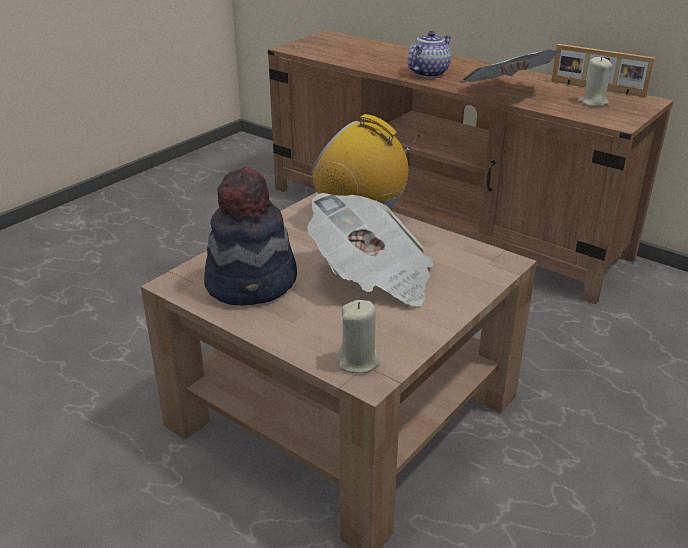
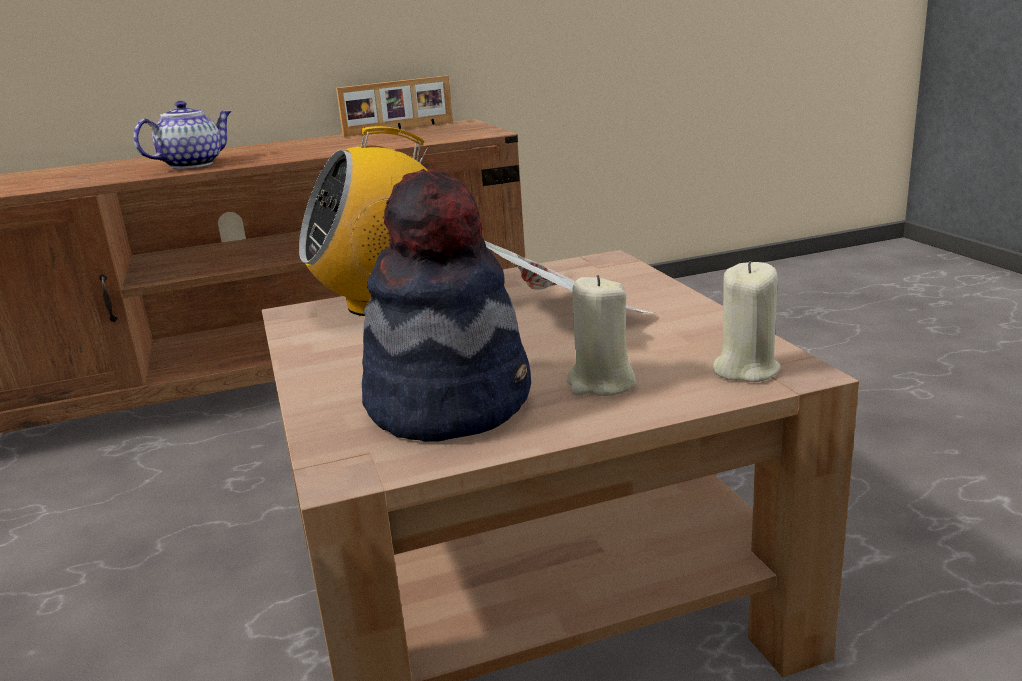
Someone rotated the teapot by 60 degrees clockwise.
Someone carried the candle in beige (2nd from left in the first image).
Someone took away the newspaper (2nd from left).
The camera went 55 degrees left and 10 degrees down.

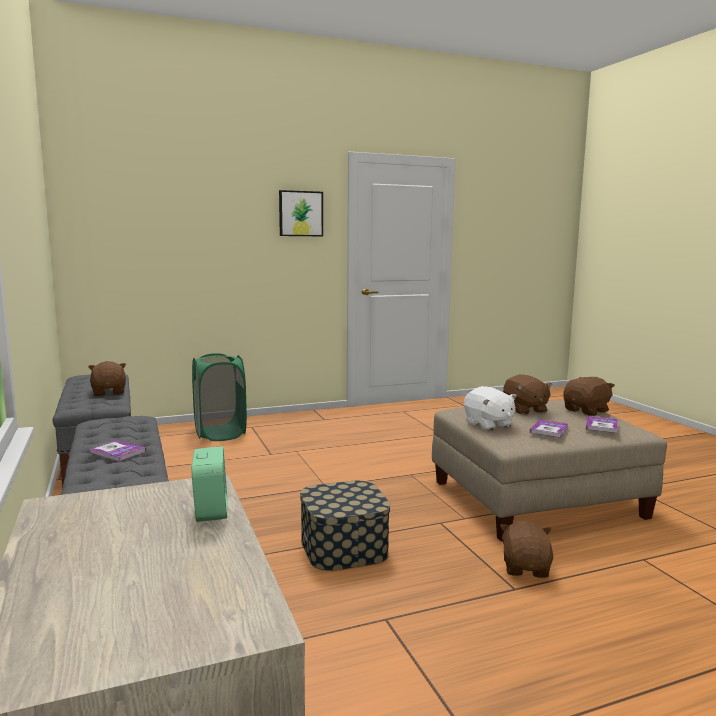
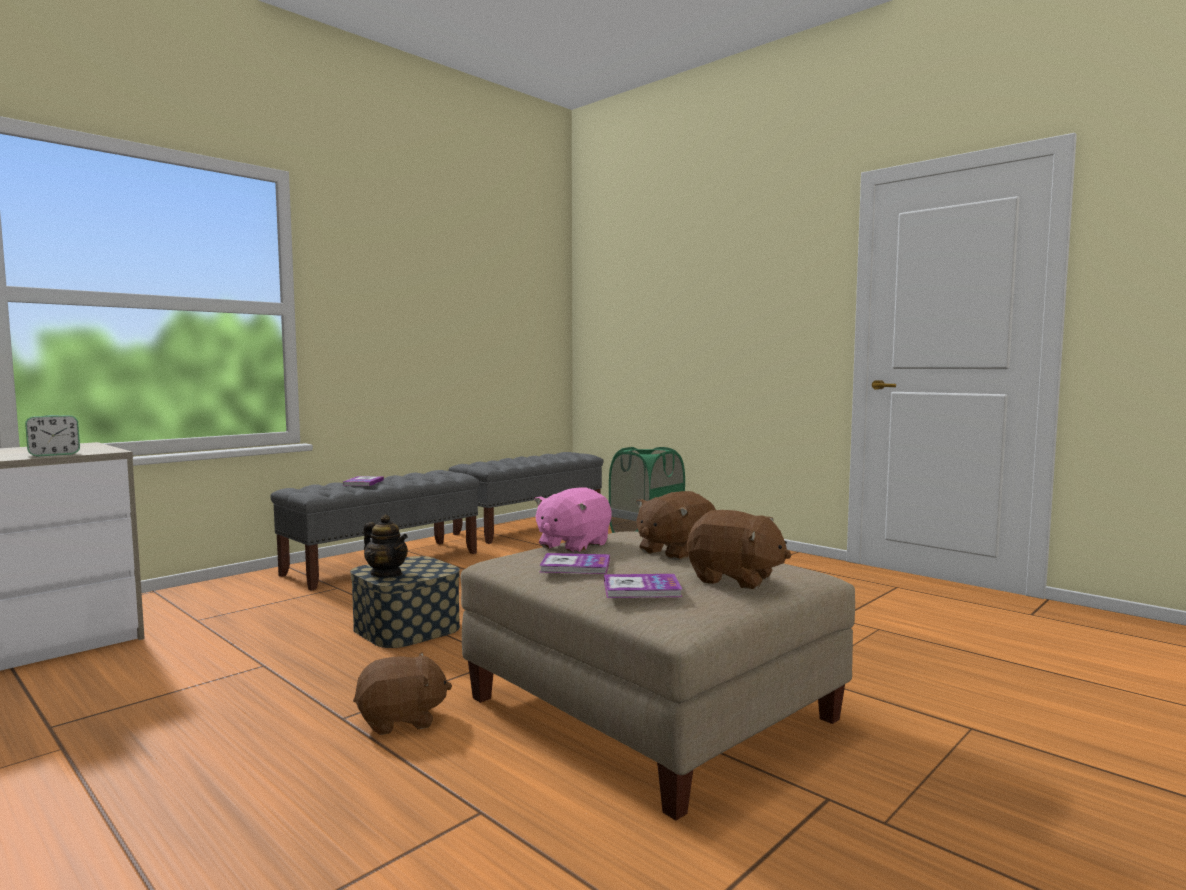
Someone put down the teapot.
Someone repainted the plush toy in white, which became the plush toy in pink.
Someone took away the plush toy in brown (1st from left).
Someone took away the picture.
The camera went 65 degrees right and 5 degrees down.

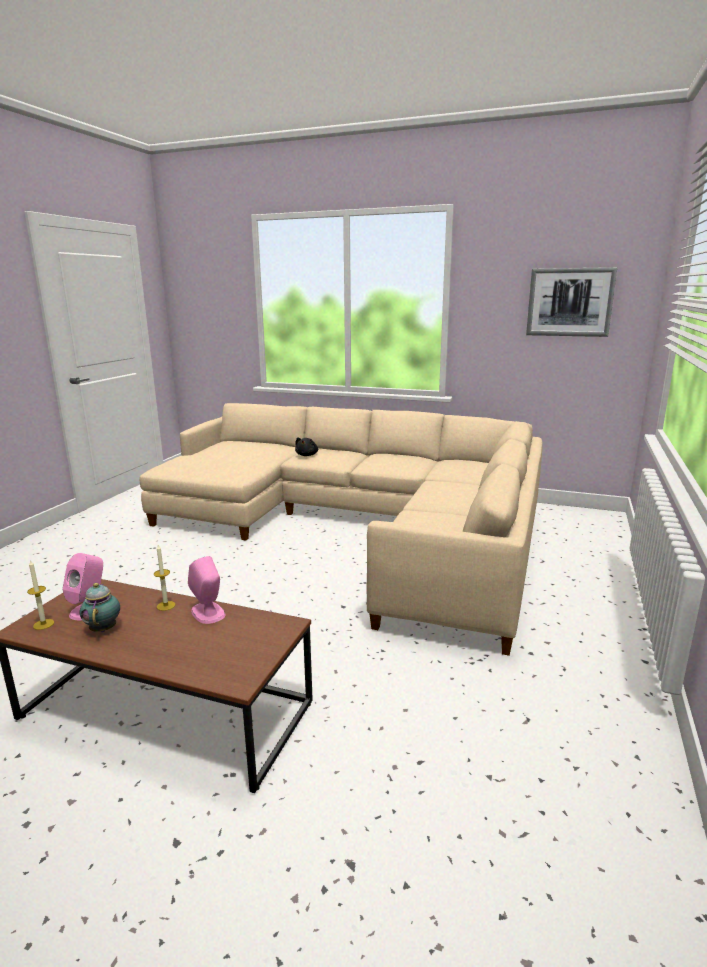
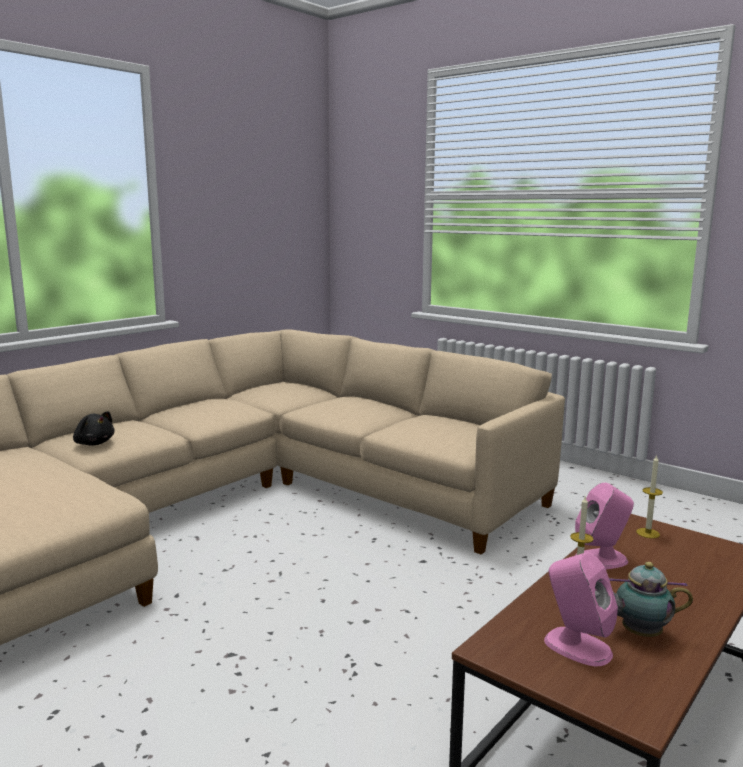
Someone carried the candle (1st from left in the first image).
Someone took away the picture.
The camera went 70 degrees left and 5 degrees down.

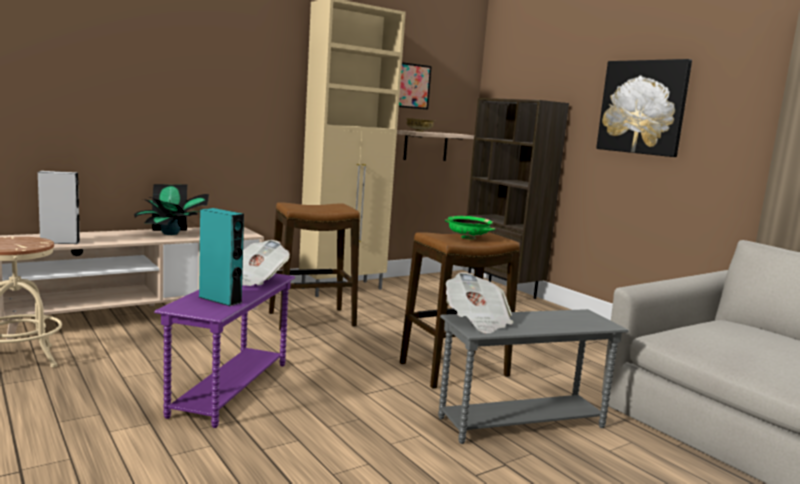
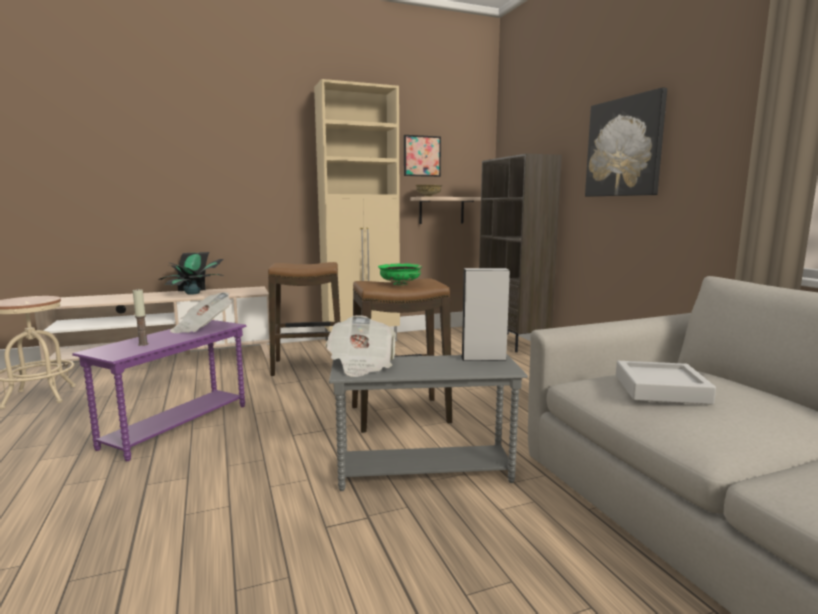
Someone swapped the speaker in turquoise for the candle.
Someone carried the speaker in grey.
Someone put down the tray in grey.
The camera went 15 degrees right and 0 degrees up.

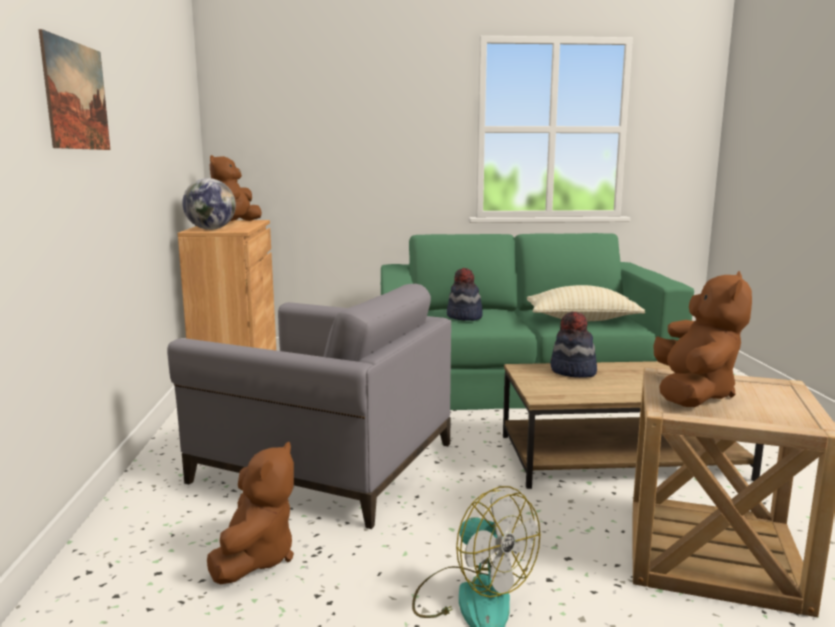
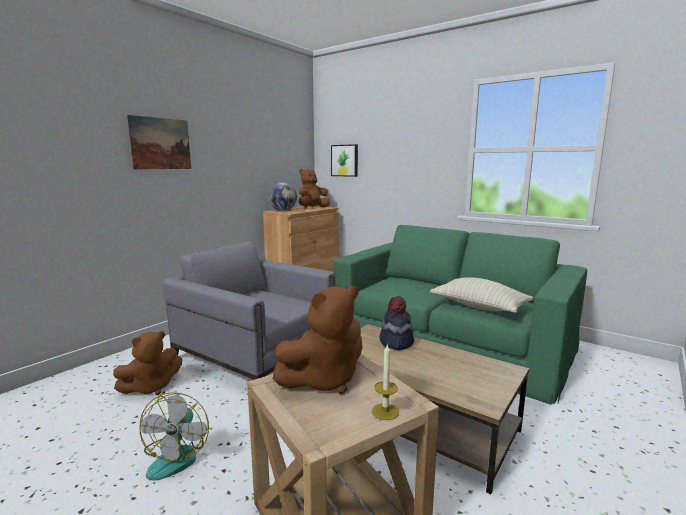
Someone rotated the armchair in grey by 150 degrees clockwise.
Someone put up the picture (2nd from left).
Someone put down the candle.
Someone took away the hat (1st from left).
The camera went 40 degrees right and 0 degrees up.

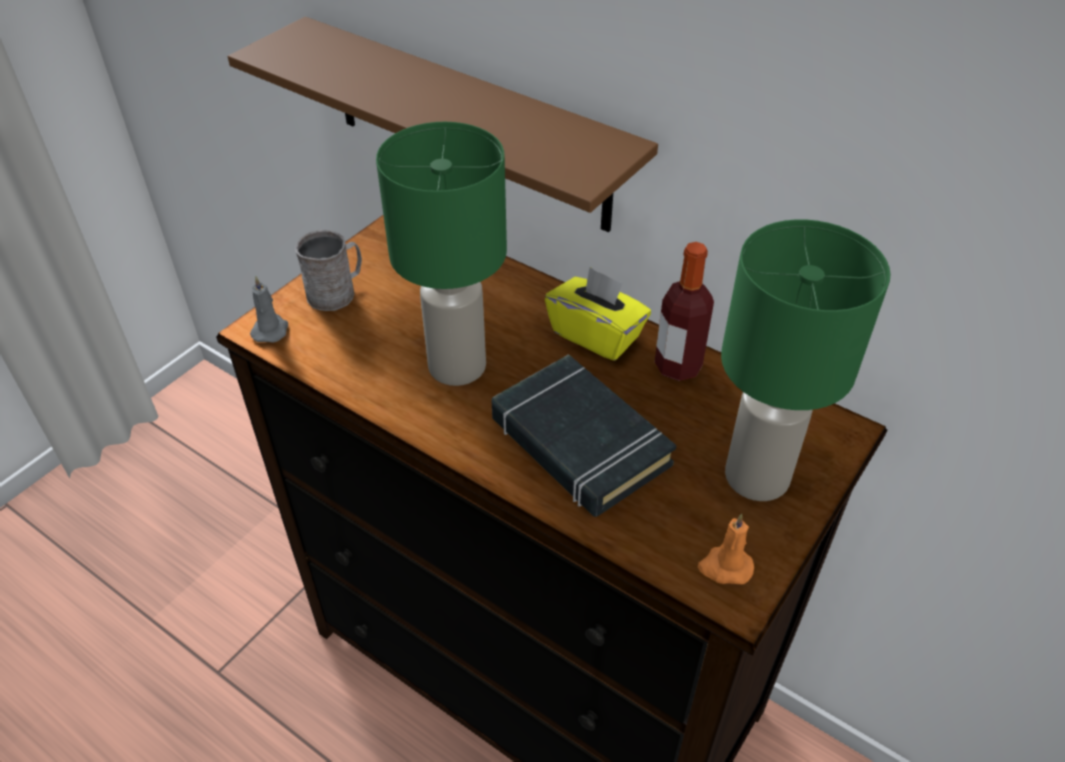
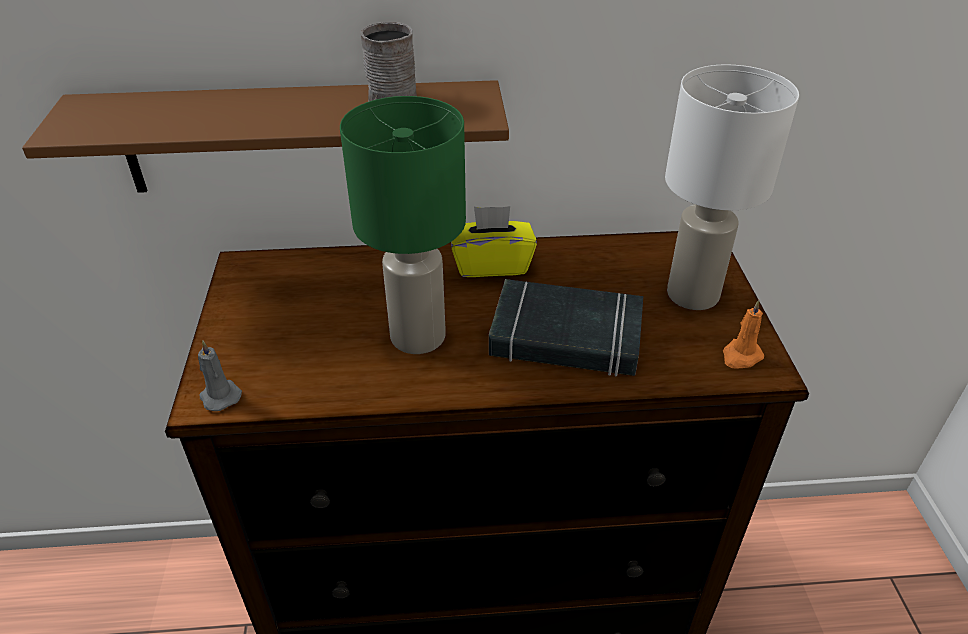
Someone carried the mug in grey.
Someone repainted the table lamp in green (2nd from left), which became the table lamp in white.
Someone took away the bottle.
The camera went 40 degrees left and 5 degrees down.

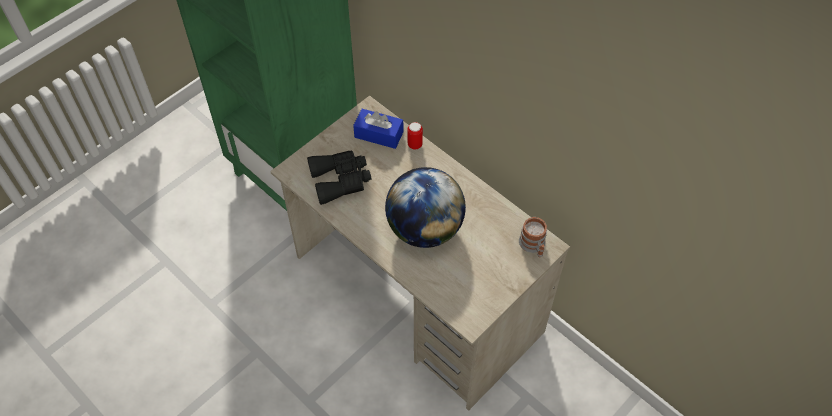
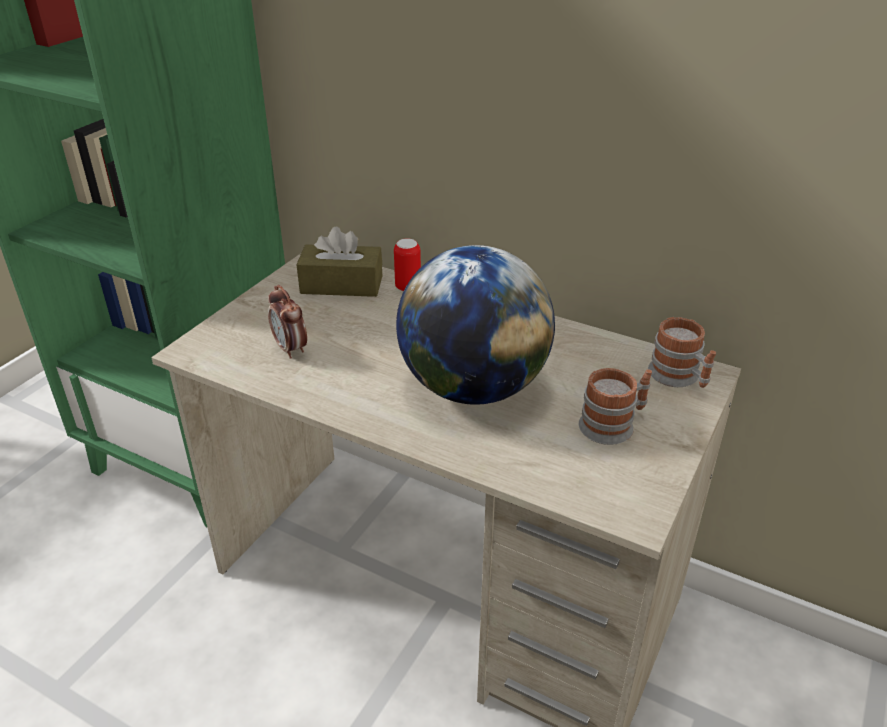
Someone swapped the binoculars in black for the alarm clock.
Someone repainted the tissue box in blue, which became the tissue box in brown.
Someone put down the mug (1st from left).
The camera went 15 degrees left and 20 degrees down.

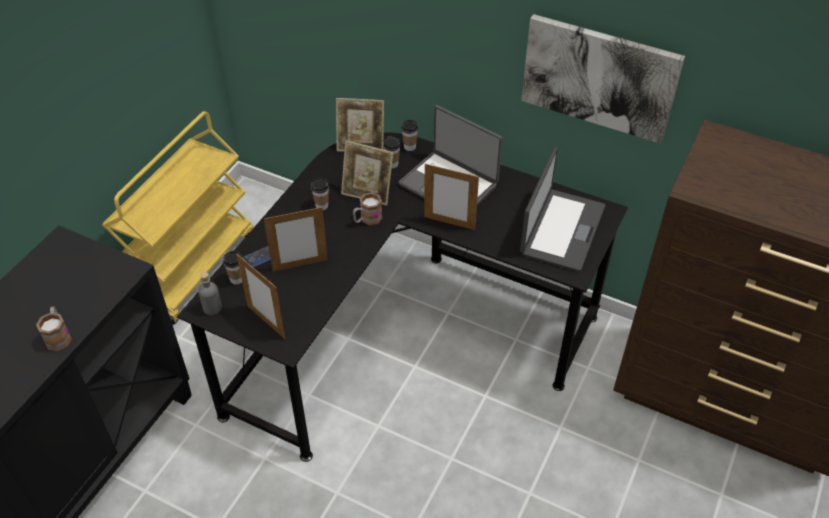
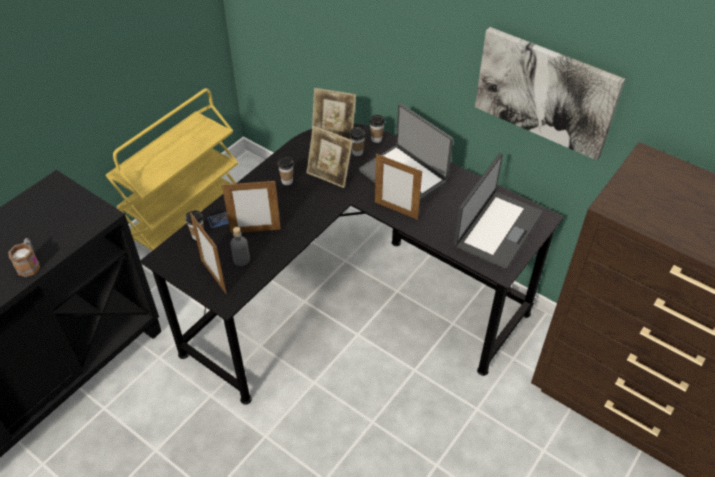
Someone carried the bottle in grey.
Someone took away the mug (2nd from left).
The camera went 10 degrees right and 0 degrees up.

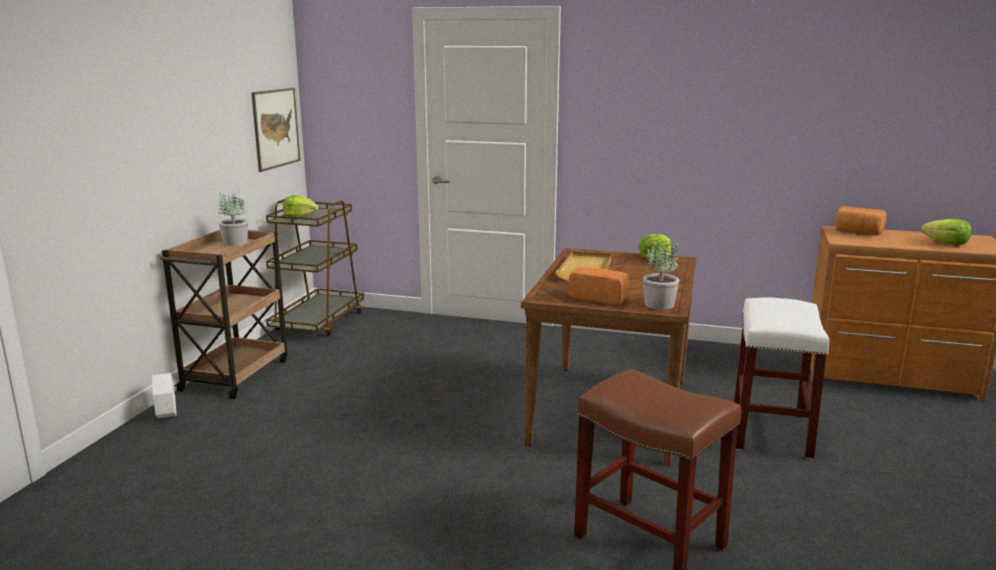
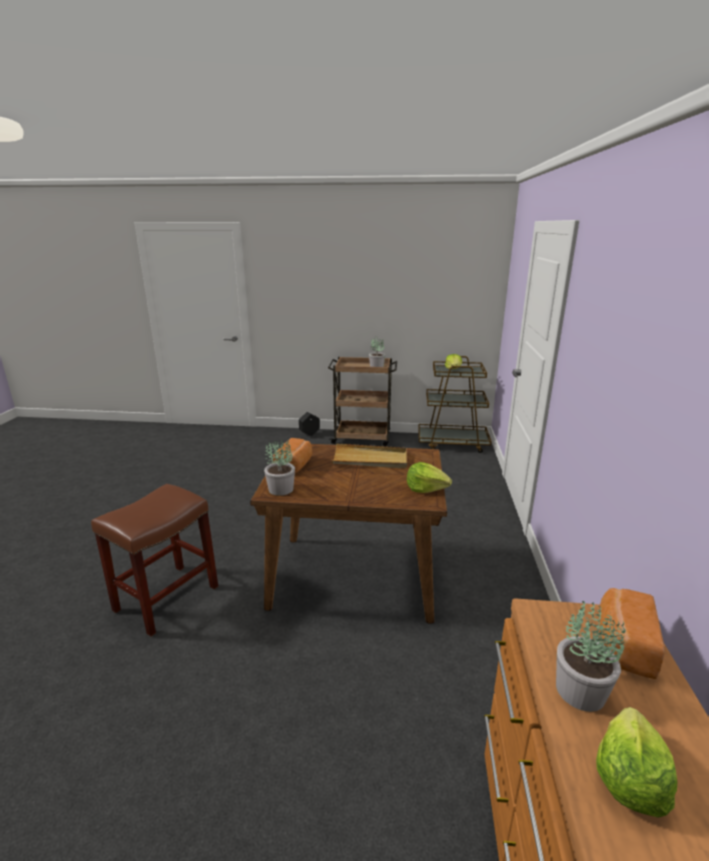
Someone repainted the planter in white, which became the planter in black.
Someone put down the potted plant (3rd from left).
Someone took away the picture.
Someone took away the stool in white.
The camera went 80 degrees right and 5 degrees up.

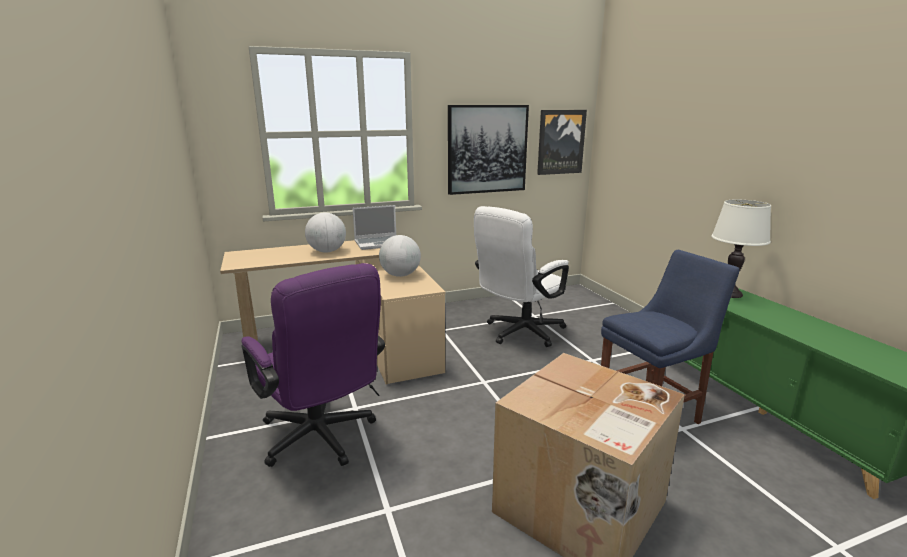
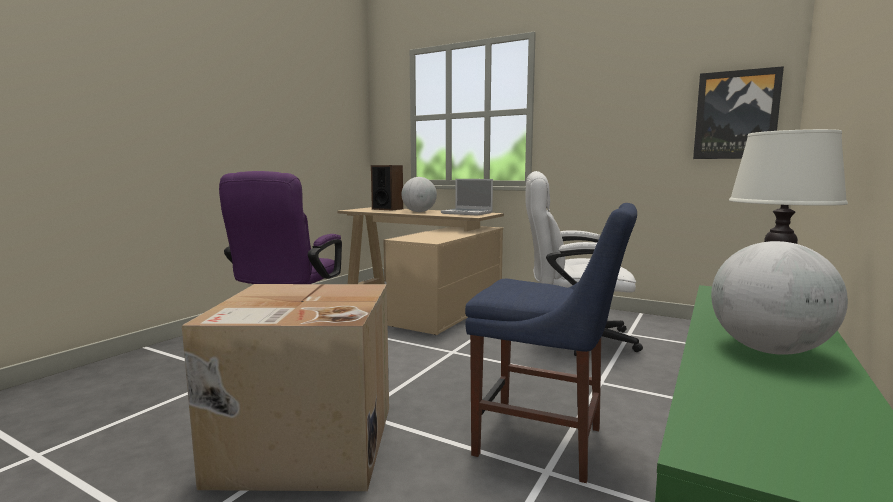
Someone put down the speaker.
Someone carried the globe (2nd from left).
Someone took away the picture (1st from left).
The camera went 50 degrees right and 10 degrees down.

